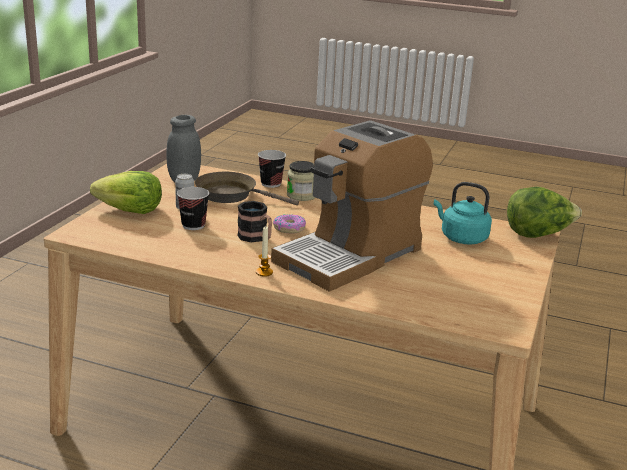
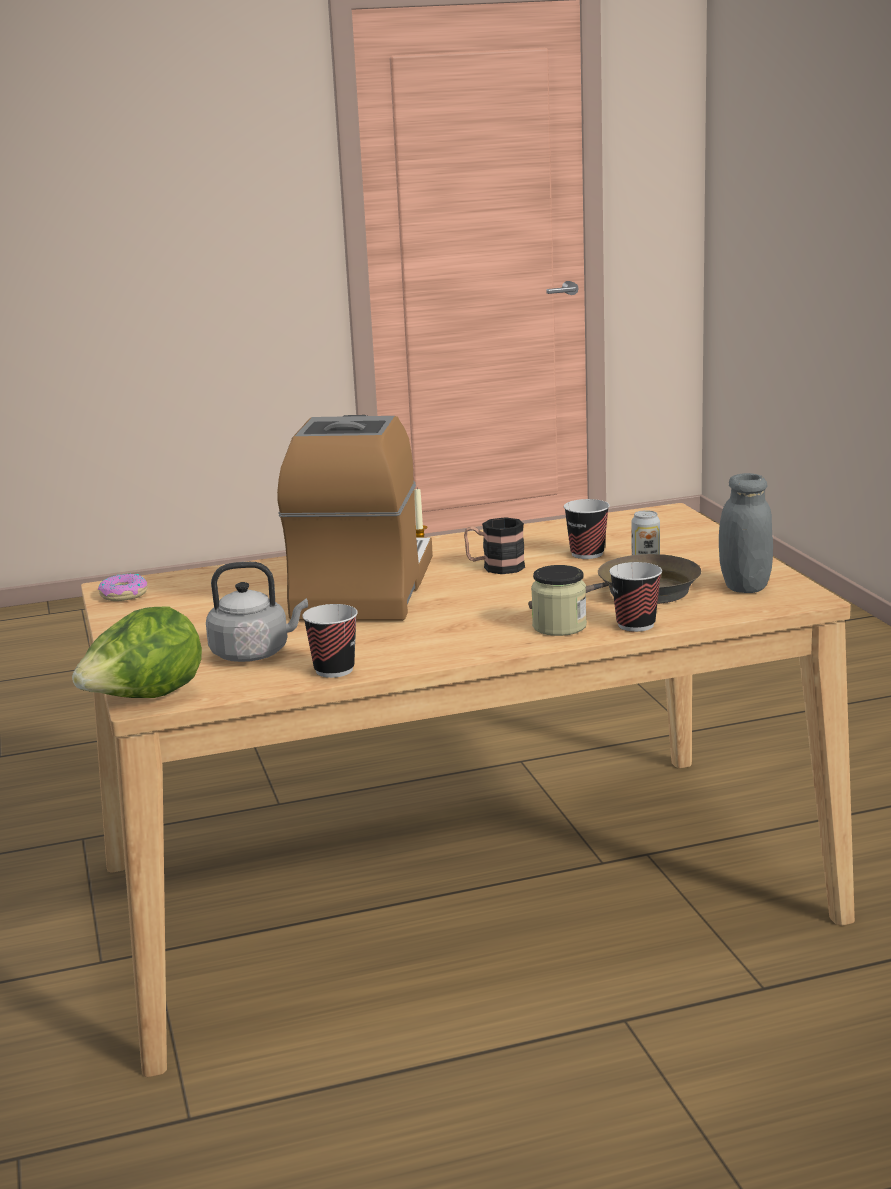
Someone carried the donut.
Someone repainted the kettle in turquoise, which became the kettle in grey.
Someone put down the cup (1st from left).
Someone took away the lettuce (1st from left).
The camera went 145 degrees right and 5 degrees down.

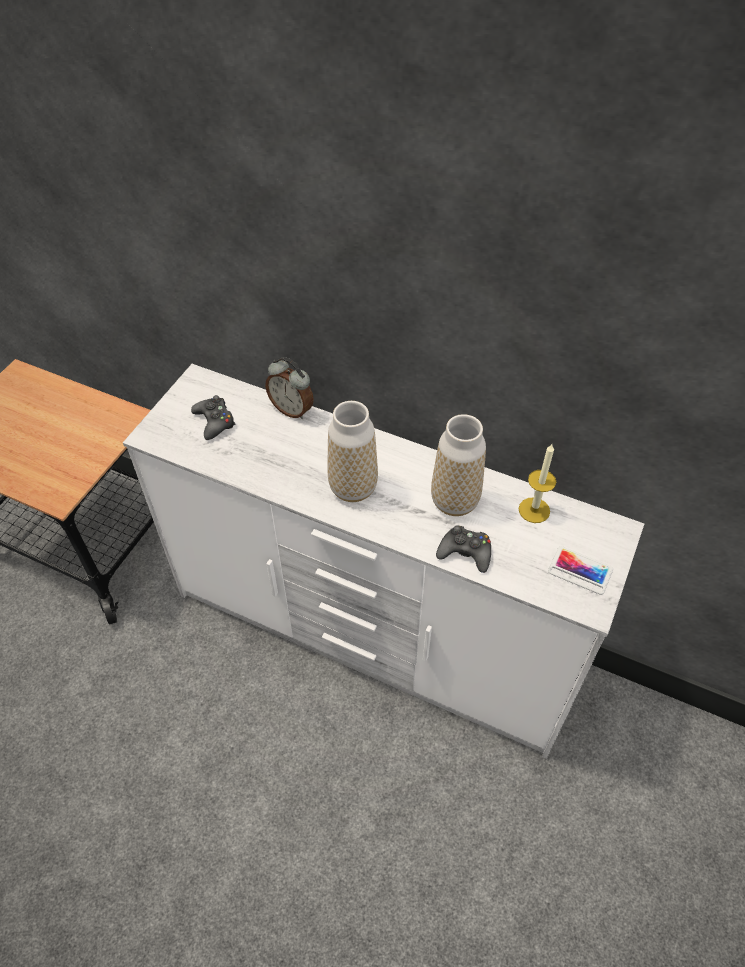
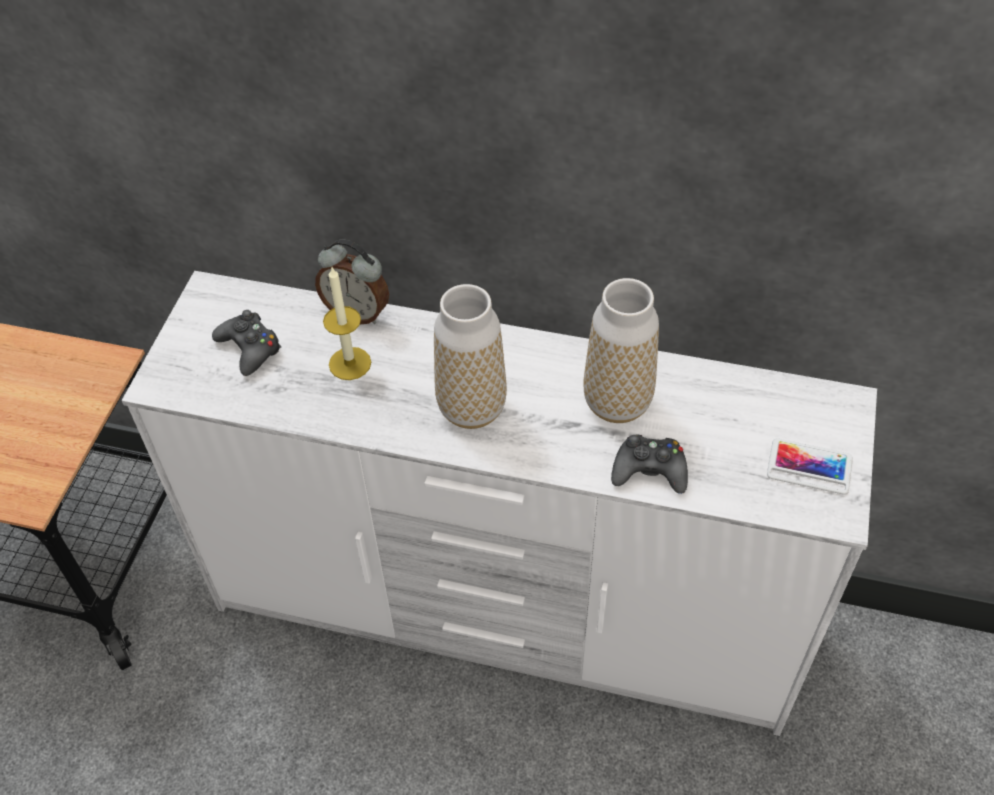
Someone carried the candle.
The camera went 10 degrees left and 0 degrees up.

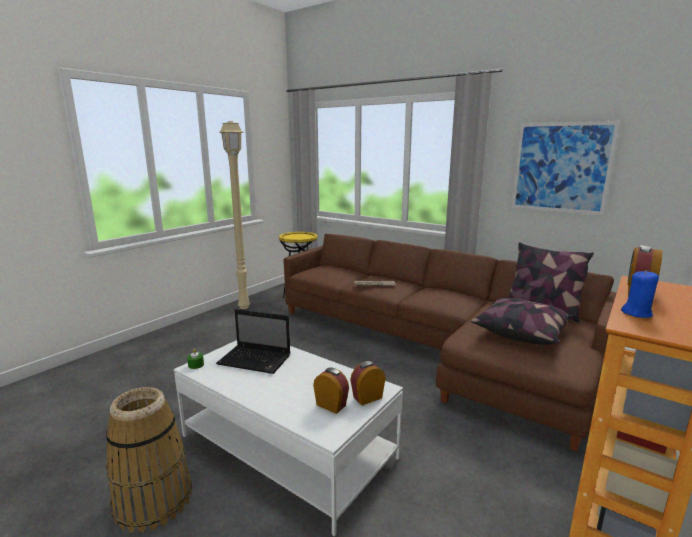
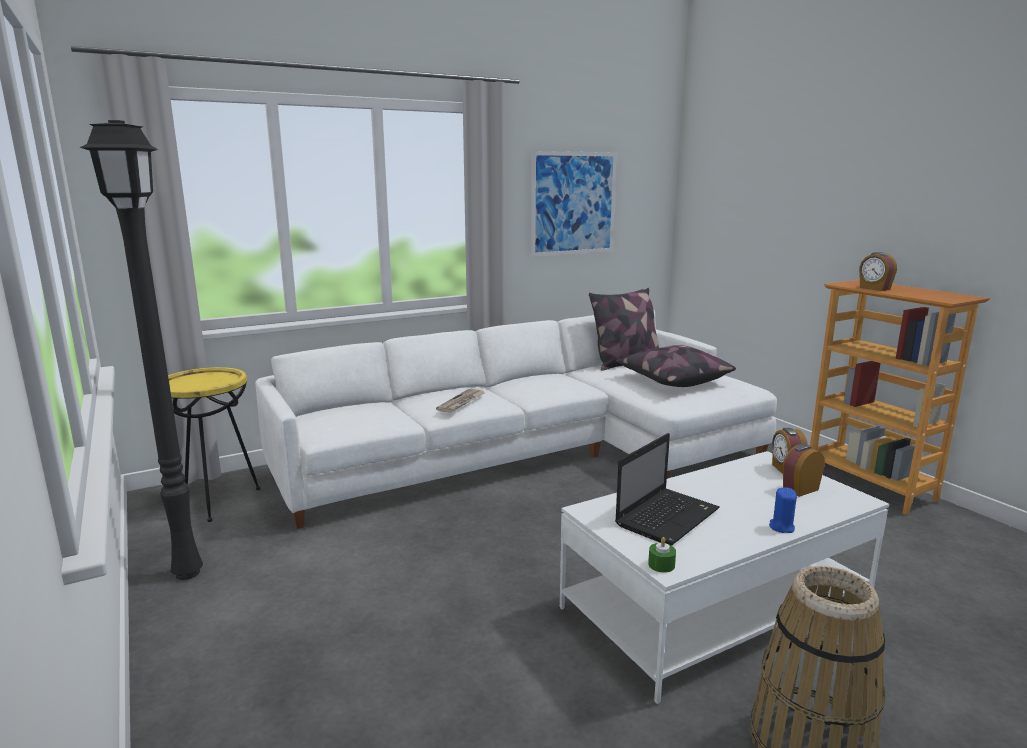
Someone repainted the floor lamp in beige, which became the floor lamp in black.
Someone repainted the sofa in brown, which became the sofa in white.
Someone carried the candle in blue.
The camera went 65 degrees left and 0 degrees up.

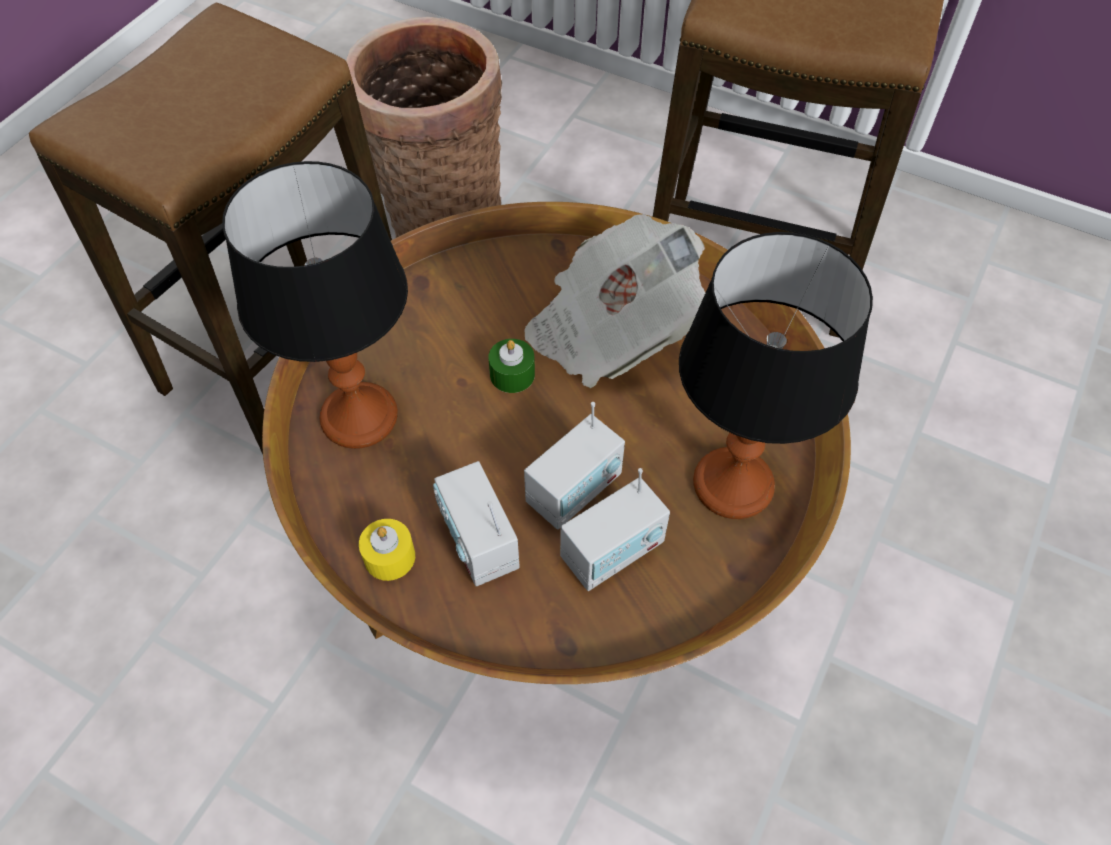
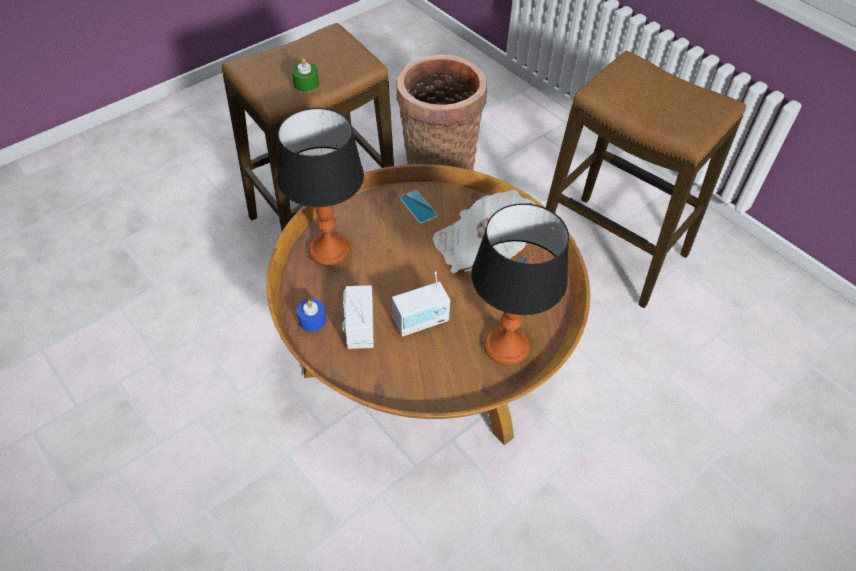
Someone carried the candle in green.
Someone repainted the candle in yellow, which became the candle in blue.
Someone put down the phone.
Someone took away the radio (3rd from left).
The camera went 20 degrees right and 5 degrees down.

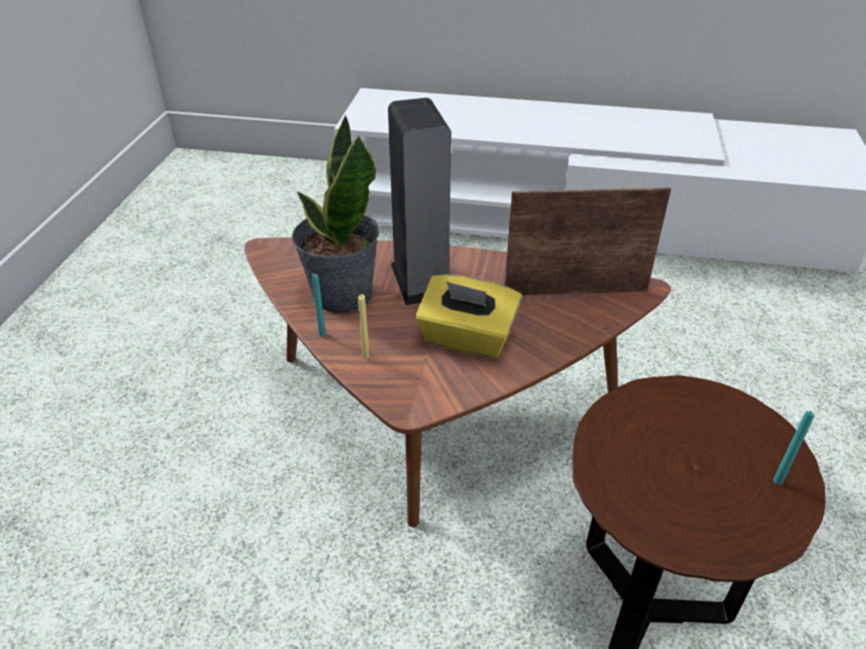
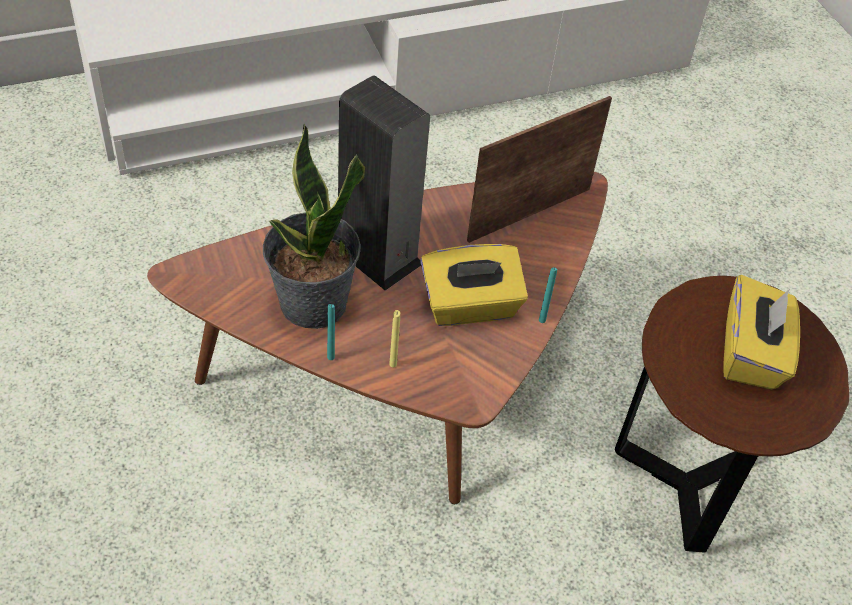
Someone carried the candle in turquoise (2nd from left).
Someone put down the tissue box in yellow (2nd from left).
The camera went 35 degrees left and 10 degrees up.

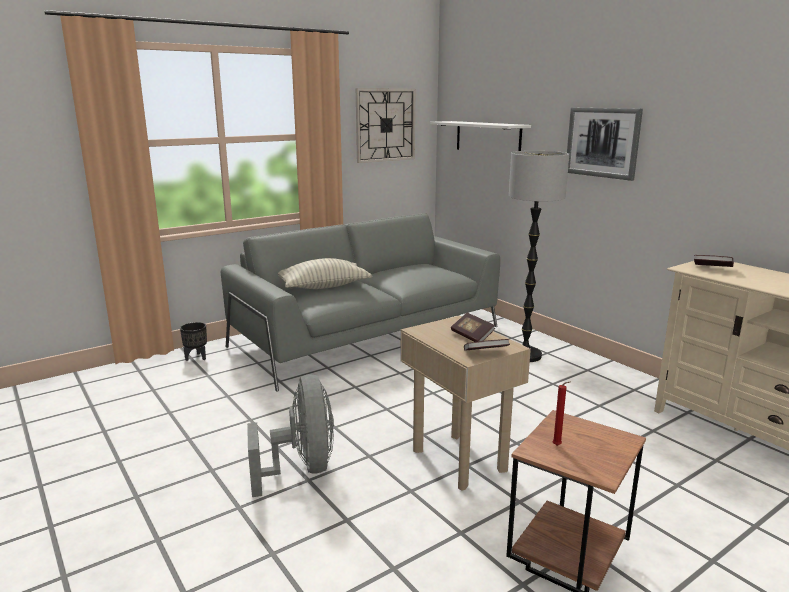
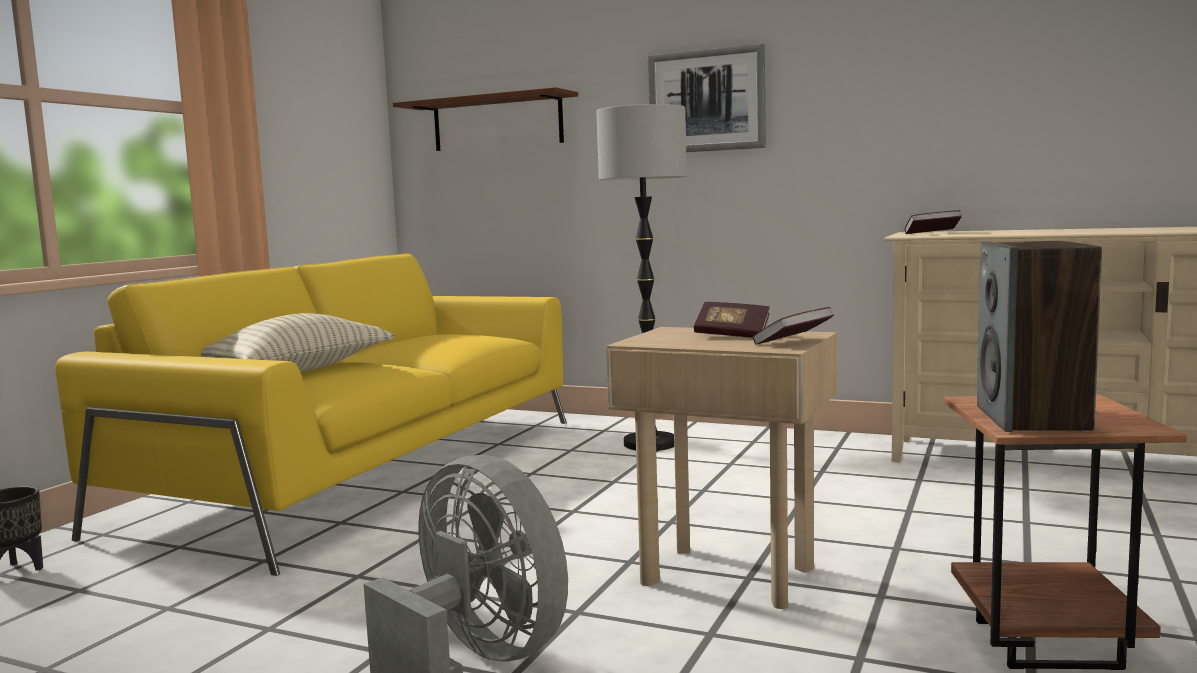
Someone repainted the sofa in grey, which became the sofa in yellow.
Someone repainted the shelf in white, which became the shelf in brown.
Someone swapped the candle in red for the speaker.
Someone took away the wall clock.
The camera went 30 degrees left and 10 degrees down.

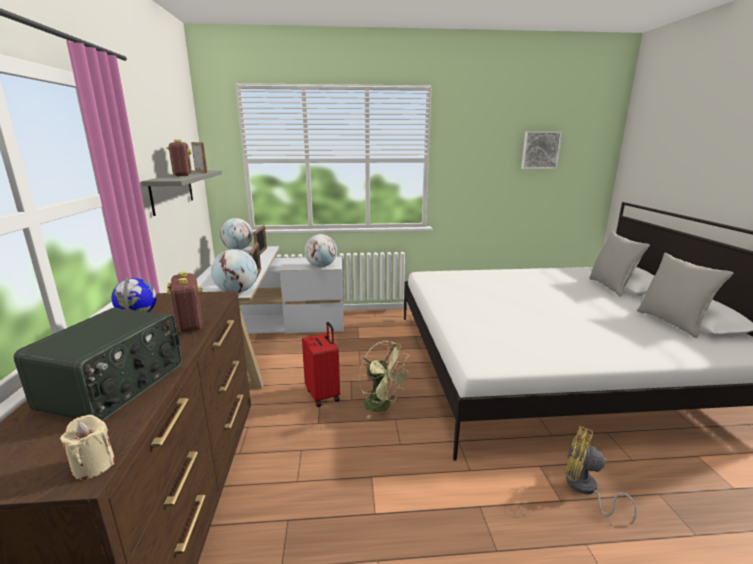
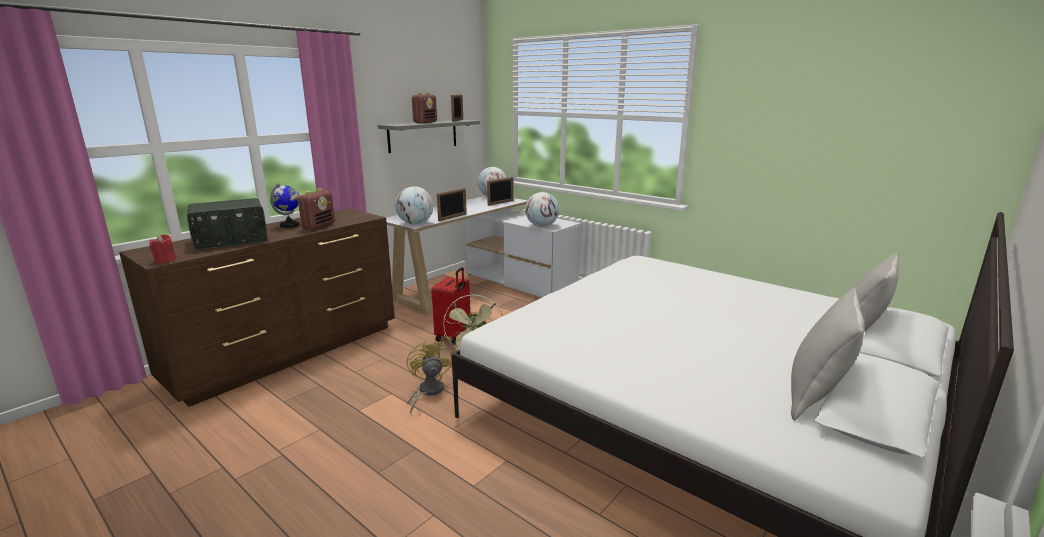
Someone repainted the candle in beige, which became the candle in red.
Someone carried the fan in yellow.
Someone took away the picture.
The camera went 45 degrees right and 0 degrees up.

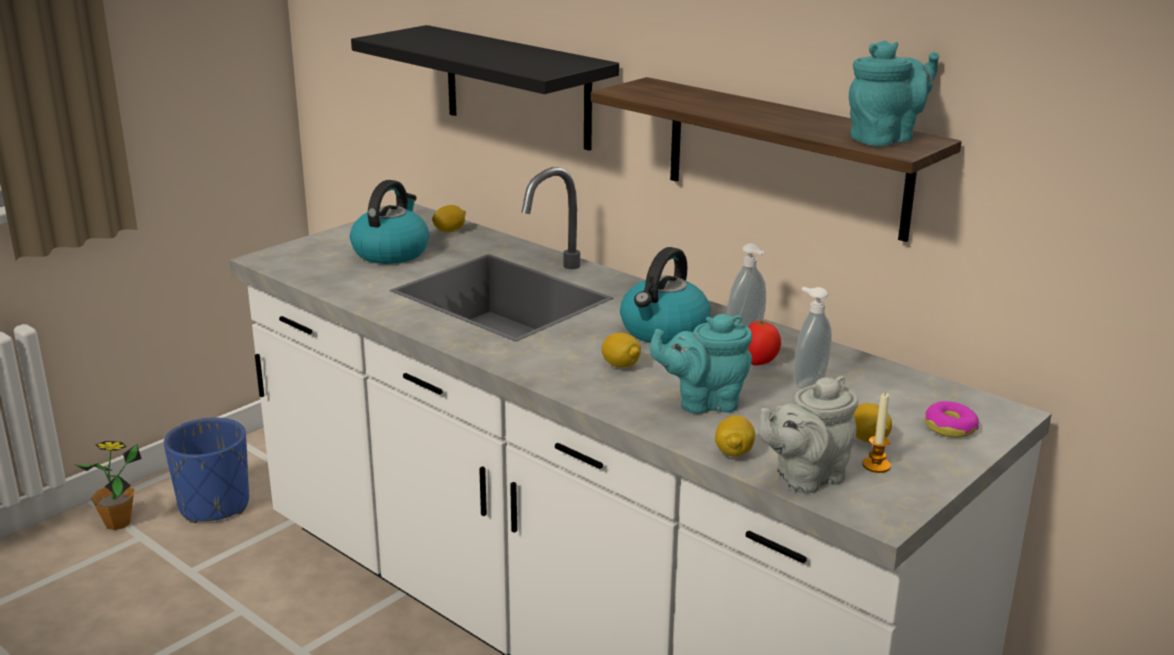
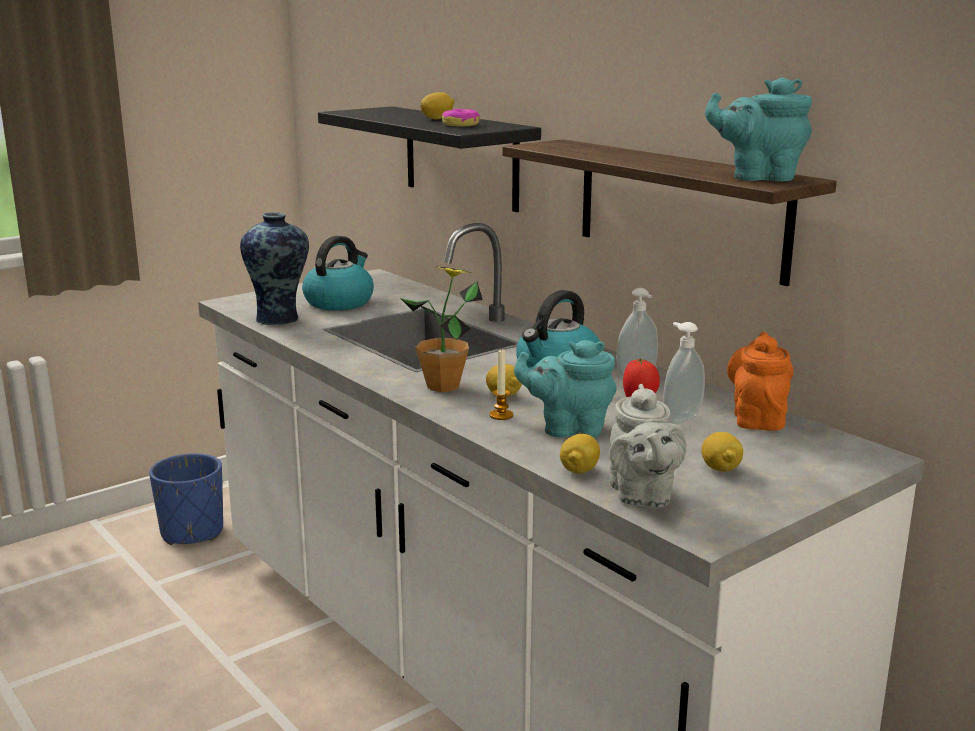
Someone put down the vase.
Someone carried the potted plant.
Someone carried the lemon (1st from left).
Someone carried the donut.
Someone carried the candle.
Someone rotated the teapot in grey by 75 degrees counterclockwise.
Someone rotated the teapot in turquoise (2nd from left) by 150 degrees counterclockwise.
Someone put down the teapot in orange.
The camera went 10 degrees right and 5 degrees down.

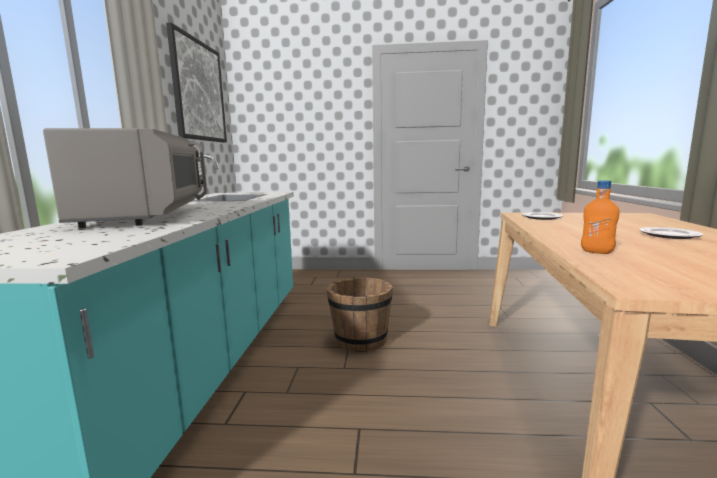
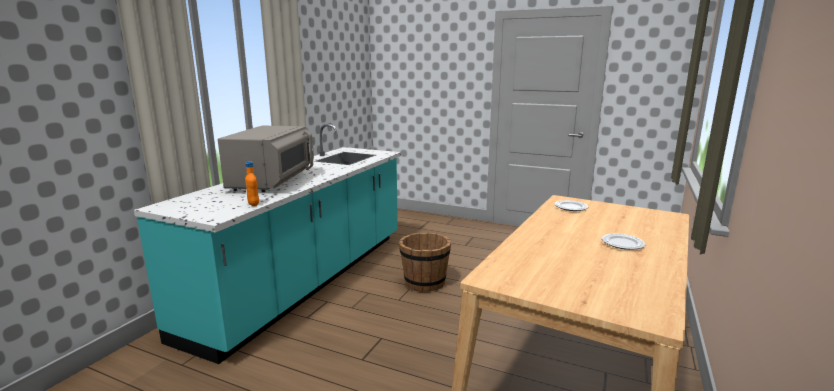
Someone carried the bottle in orange.
Someone took away the picture.
The camera went 20 degrees right and 5 degrees up.

